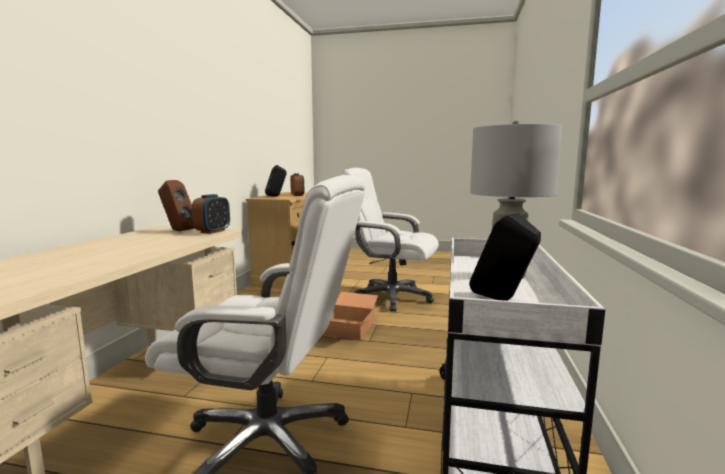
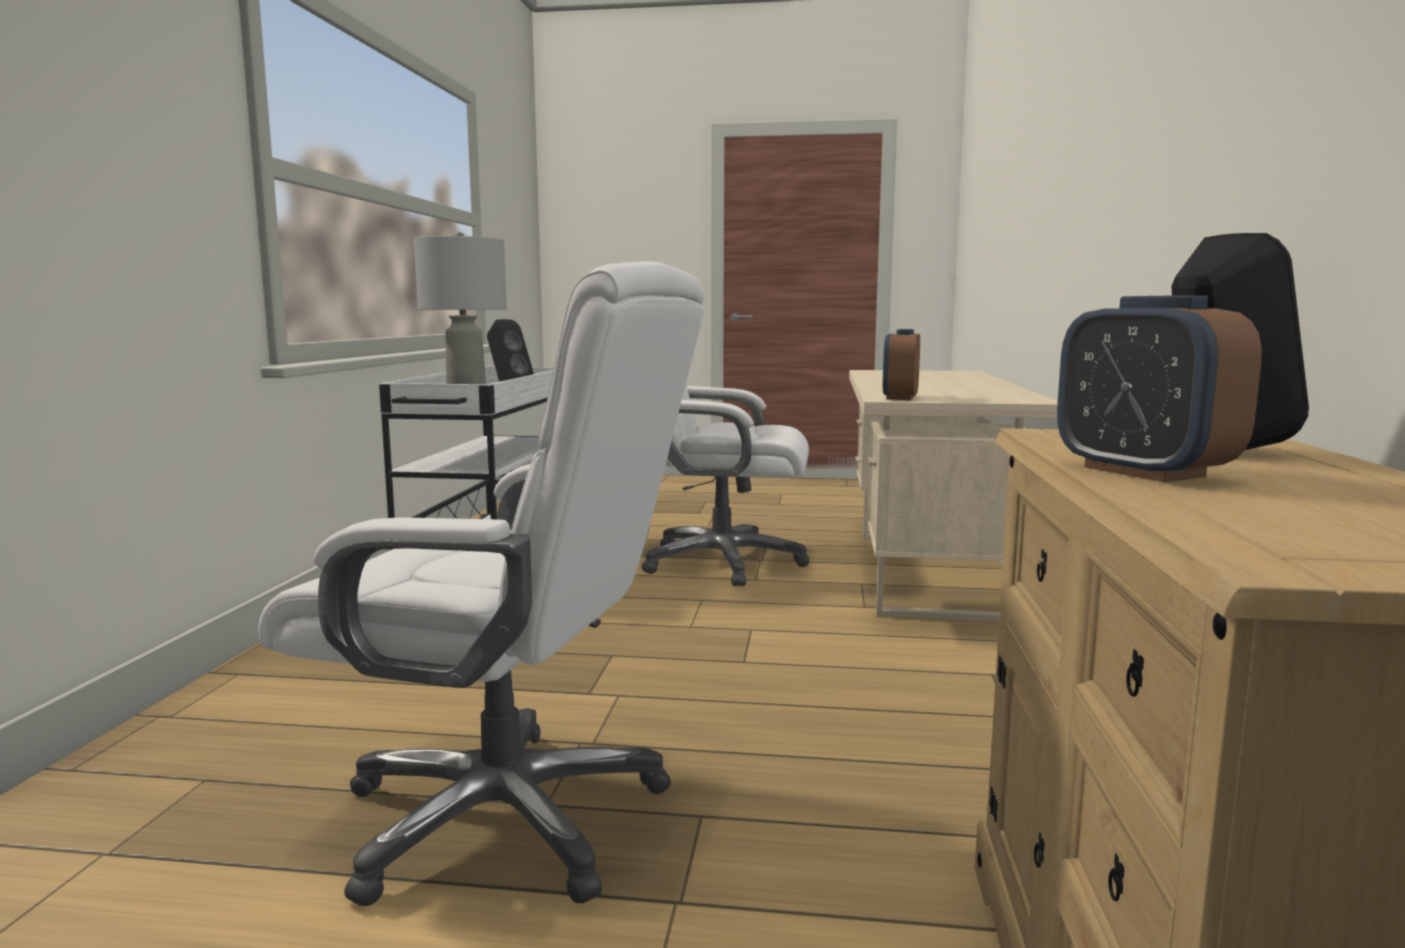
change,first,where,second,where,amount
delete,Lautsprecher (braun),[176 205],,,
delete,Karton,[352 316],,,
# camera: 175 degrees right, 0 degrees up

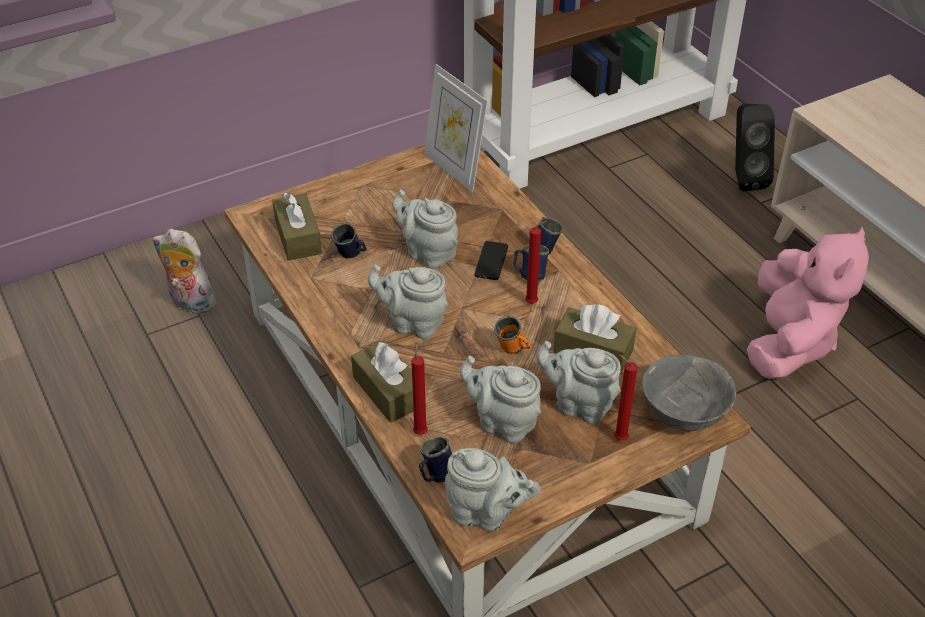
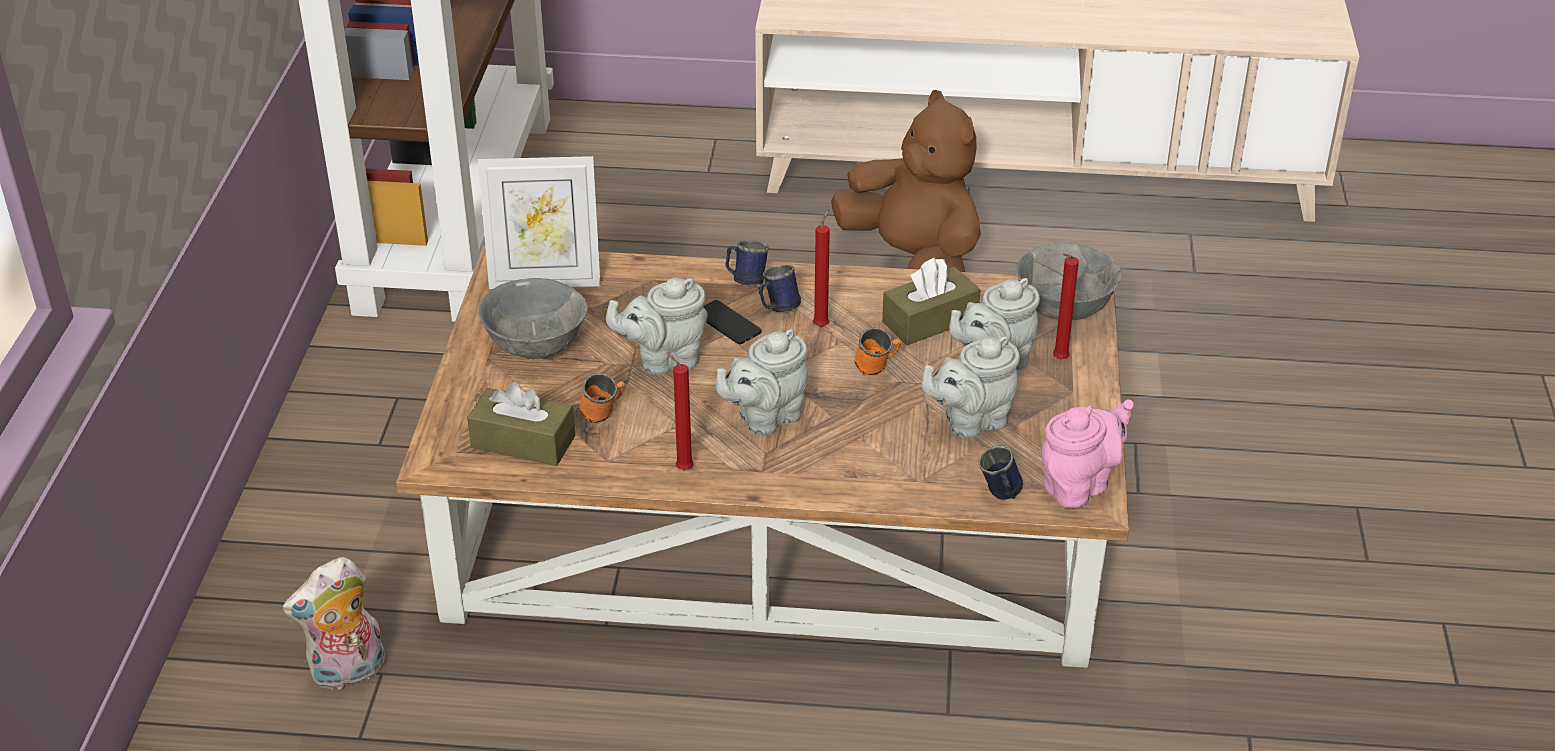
change,first,where,second,where,amount
insert,,,Schüssel (grau),[533 318],
recolor,Henkelbecher (blau),[349 240],Henkelbecher (orange),[602 398],
move,Kerze (rot),[419 388],,[680 411],
recolor,Plüschtier (rosa),[808 303],Plüschtier (braun),[906 181],
recolor,Teekanne (grau),[492 489],Teekanne (rosa),[1087 453],
delete,Taschentuchbox (braun),[382 381],,,
delete,Lautsprecher (schwarz),[755 148],,,
# camera: 55 degrees left, 5 degrees down

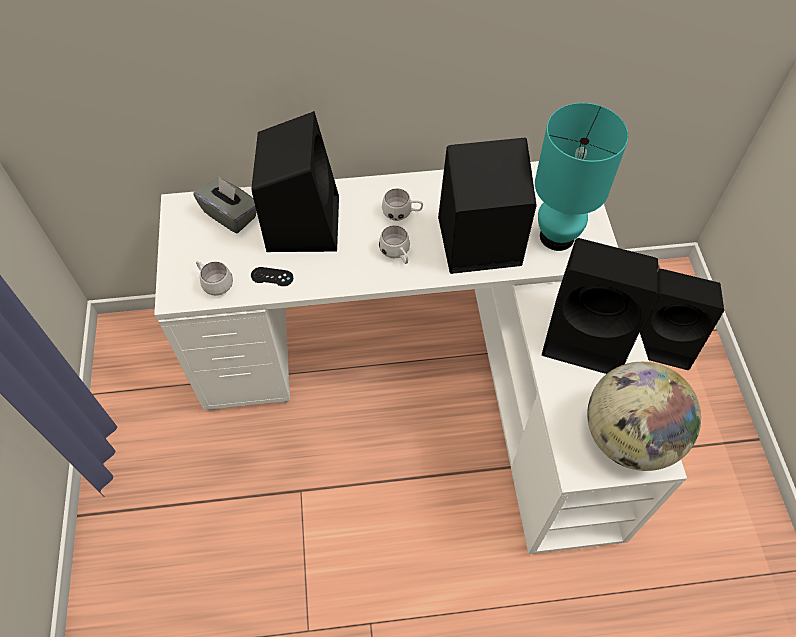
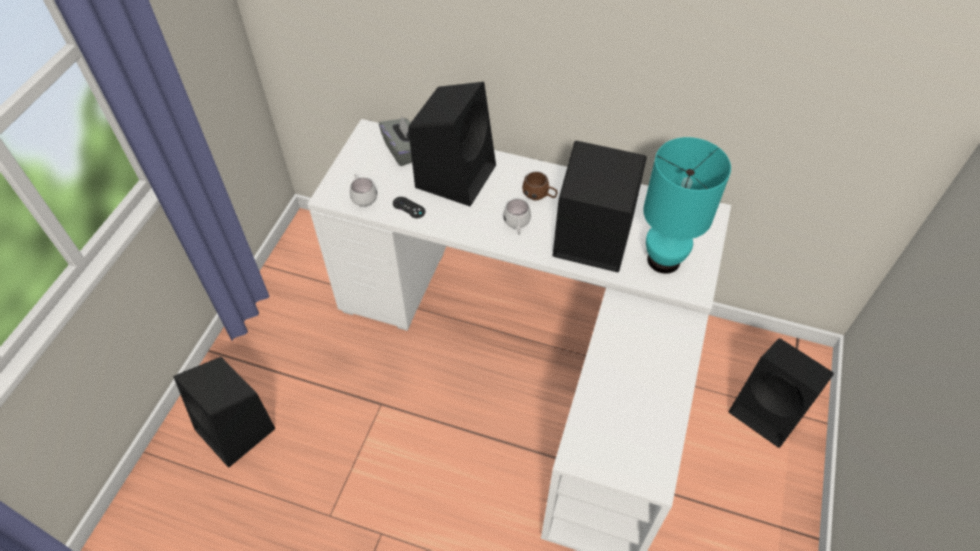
change,first,where,second,where,amount
move,Lautsprecher (schwarz),[600 306],,[224 412],
recolor,Henkelbecher (weiß),[402 204],Henkelbecher (braun),[540 185],
delete,Globus,[644 416],,,
# camera: 25 degrees right, 5 degrees down

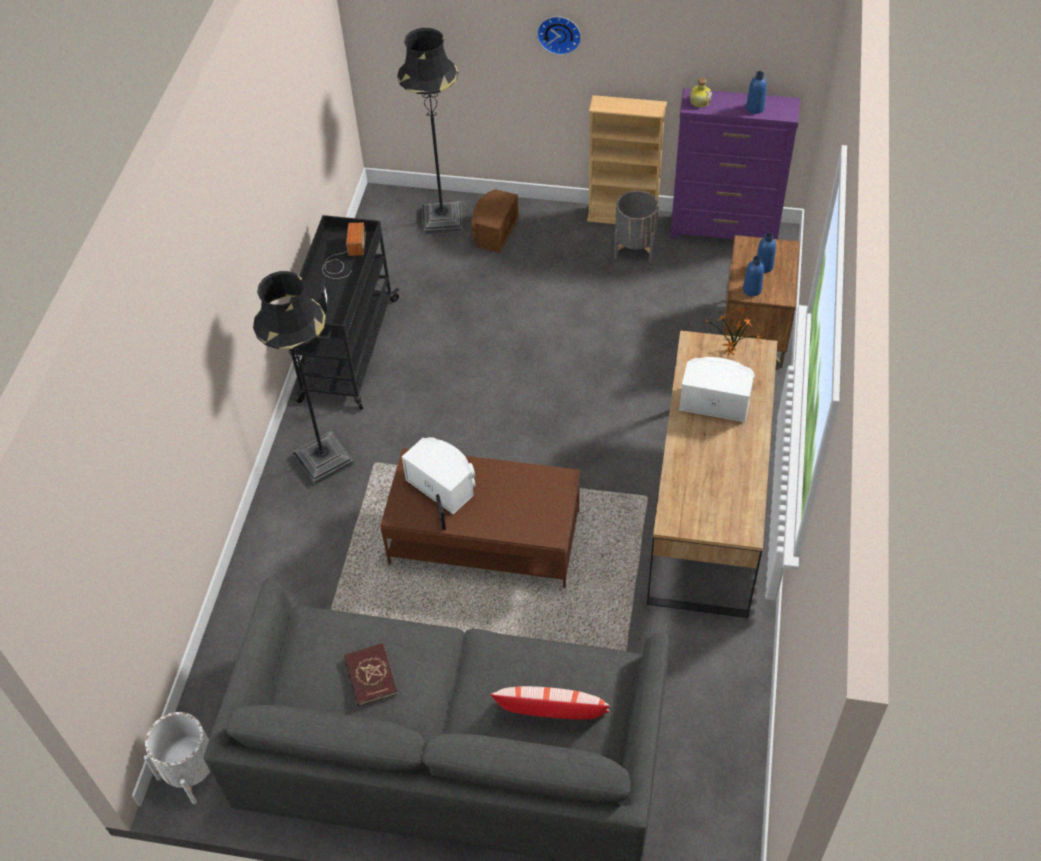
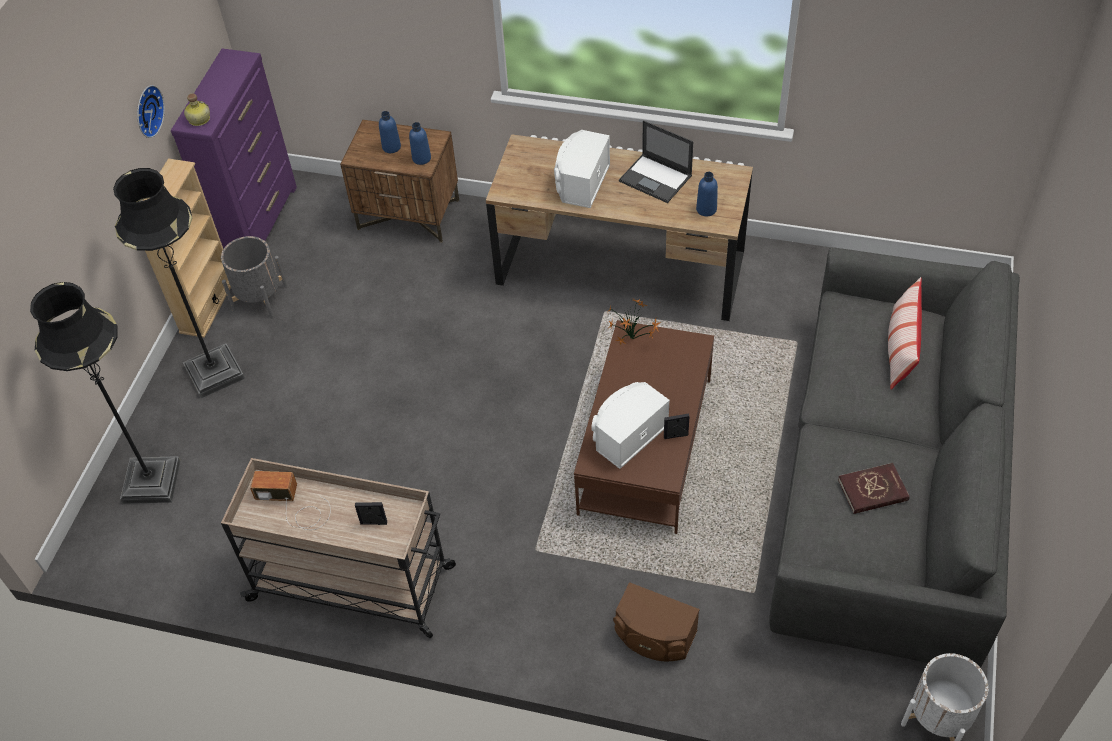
change,first,where,second,where,amount
move,Stehlampe (schwarz),[303 378],,[179 283],
move,Wanduhr,[559 35],,[151 111],
recolor,Rollwagen (schwarz),[344 312],Rollwagen (beige),[338 548],
move,Topfpflanze,[732 331],,[634 322],
move,Lautsprecher (braun),[495 221],,[656 621],
insert,,,Laptop,[656 161],
move,Flasche (blau),[756 92],,[707 194],
# camera: 85 degrees left, 0 degrees up

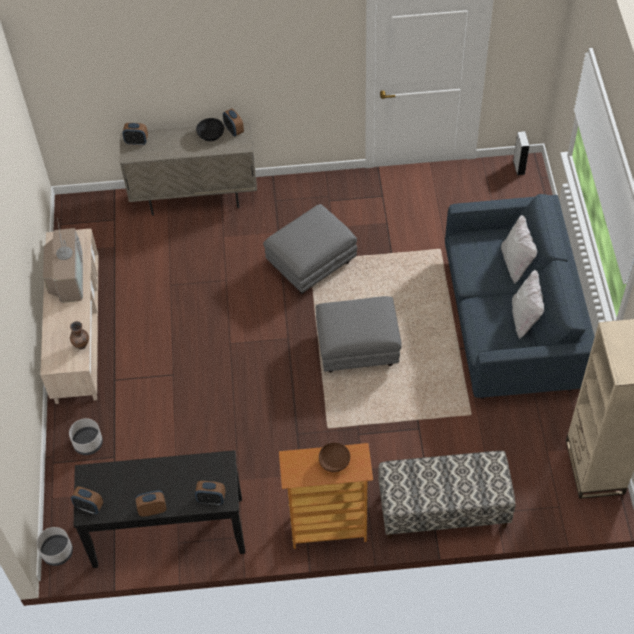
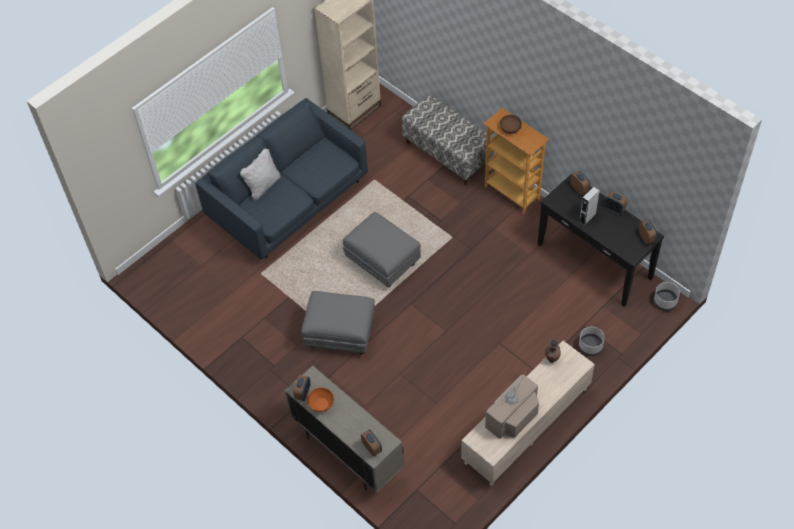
change,first,where,second,where,amount
recolor,Schüssel (schwarz),[210 129],Schüssel (orange),[320 399],
move,Lautsprecher (grau),[521 153],,[589 206],
delete,Kissen (weiß),[528 304],,,
# camera: 130 degrees left, 0 degrees up

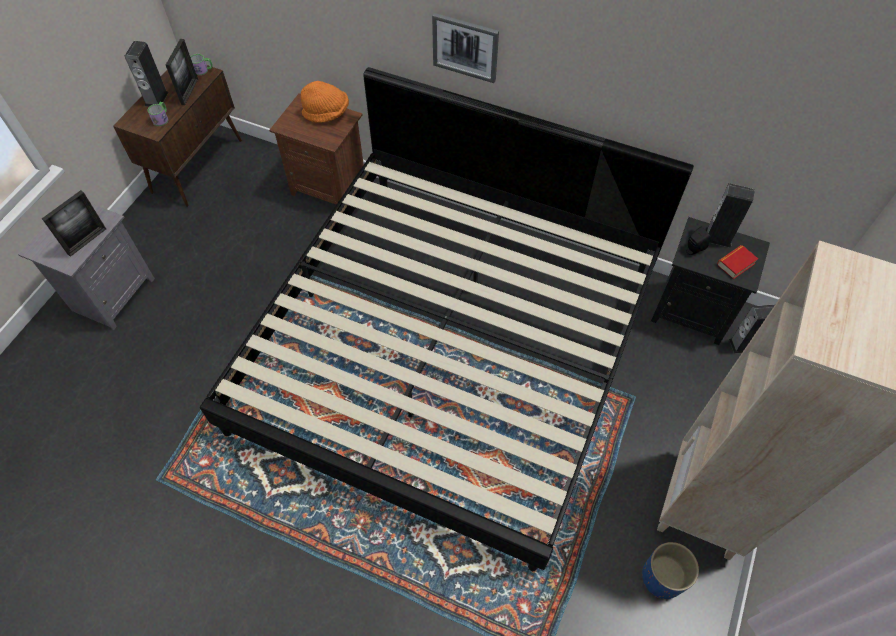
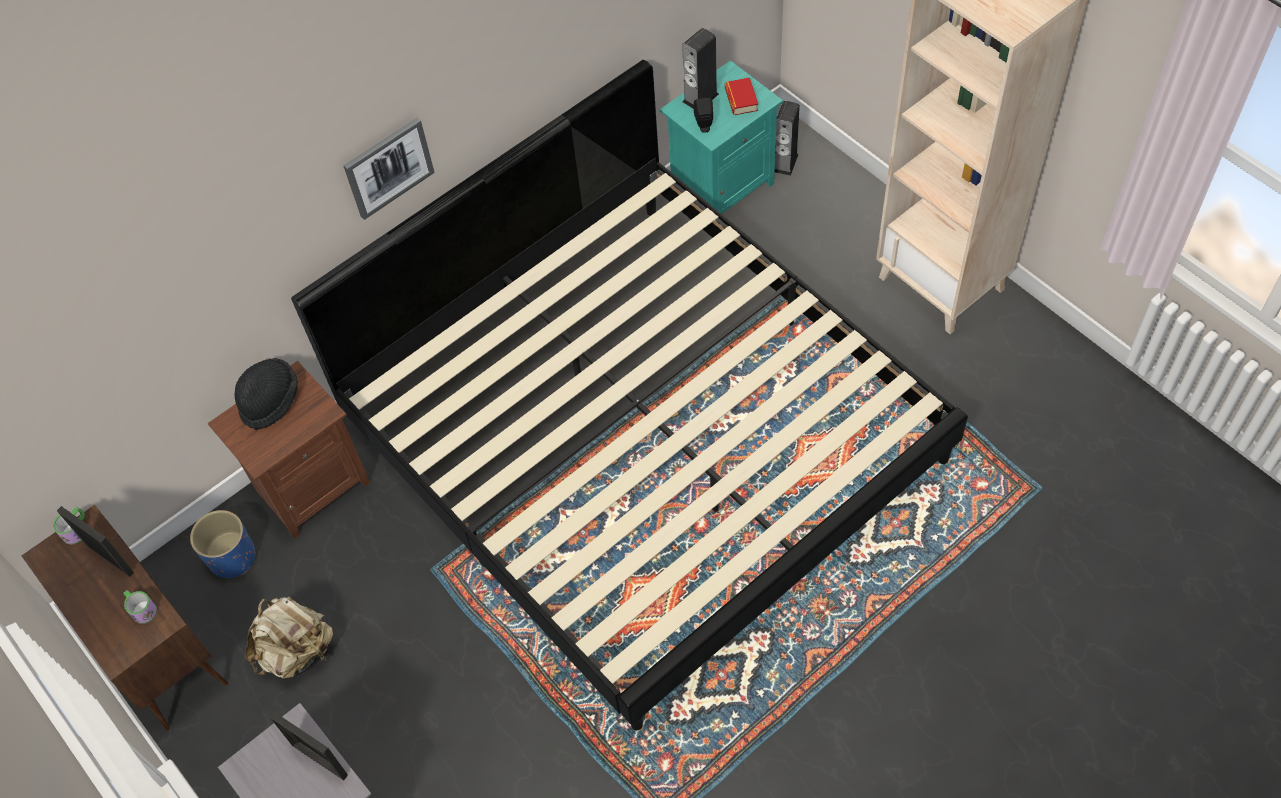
change,first,where,second,where,amount
move,Pflanzkübel (blau),[670 570],,[222 544],
recolor,Hut (orange),[325 102],Hut (schwarz),[266 394],
insert,,,Rucksack (beige),[289 638],
rotate,Bilderrahmen,[74 223],,[309 746],150 degrees clockwise
recolor,Nachttisch (schwarz),[710 281],Nachttisch (türkis),[721 137],
delete,Lautsprecher,[147 74],,,
# camera: 60 degrees left, 0 degrees up

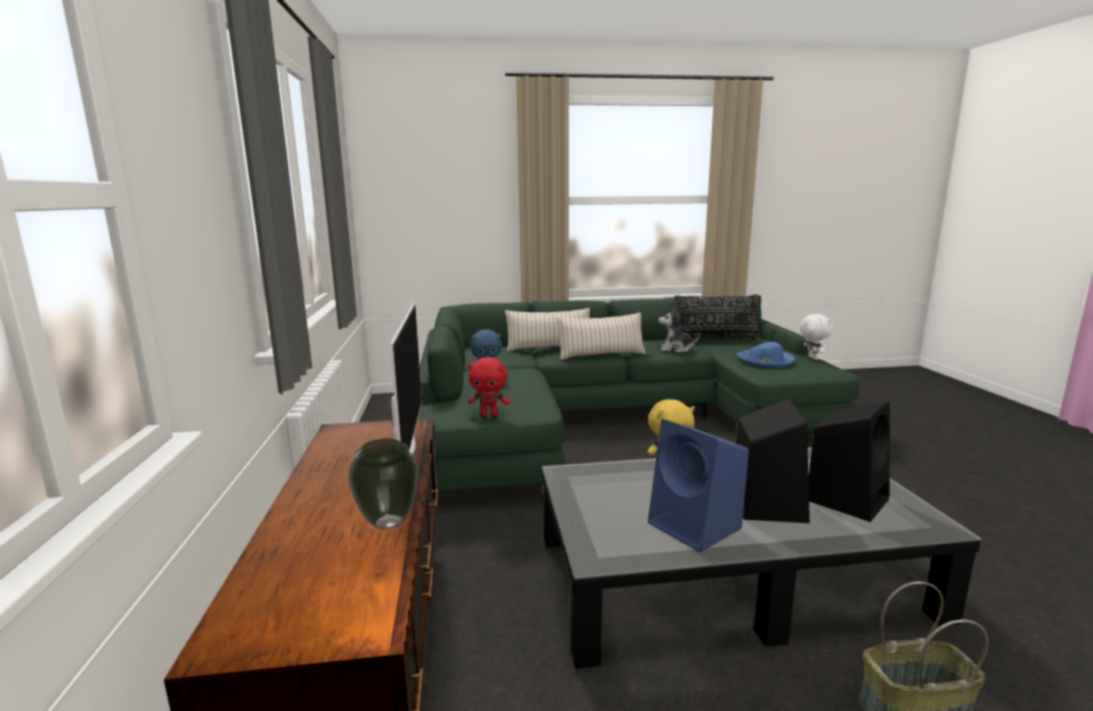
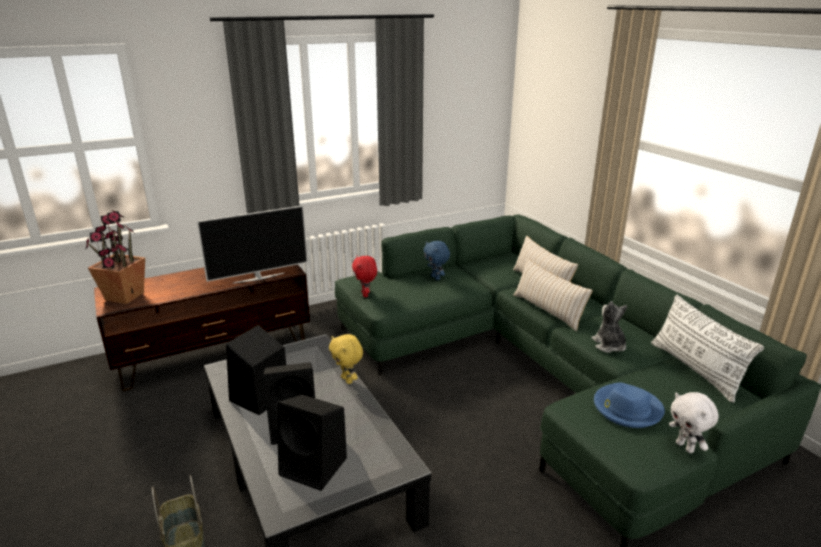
change,first,where,second,where,amount
insert,,,Topfpflanze,[115 257],
recolor,Lautsprecher (blau),[698 485],Lautsprecher (schwarz),[256 370],
recolor,Kissen (schwarz),[717 317],Kissen (weiß),[707 349],
rotate,Plüschtier (weiß),[816 337],,[694 422],90 degrees clockwise
delete,Vase,[383 483],,,
# camera: 70 degrees right, 10 degrees up

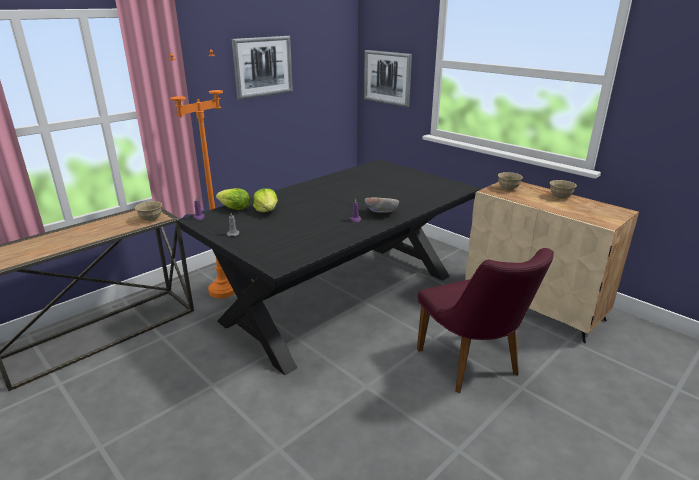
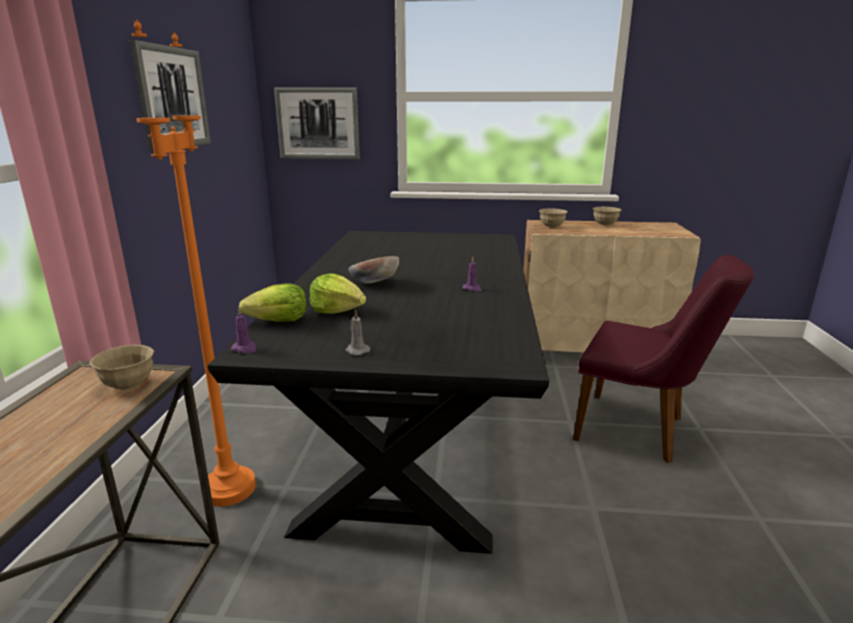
change,first,where,second,where,amount
move,Schüssel,[382 205],,[373 270],
# camera: 40 degrees left, 5 degrees down

